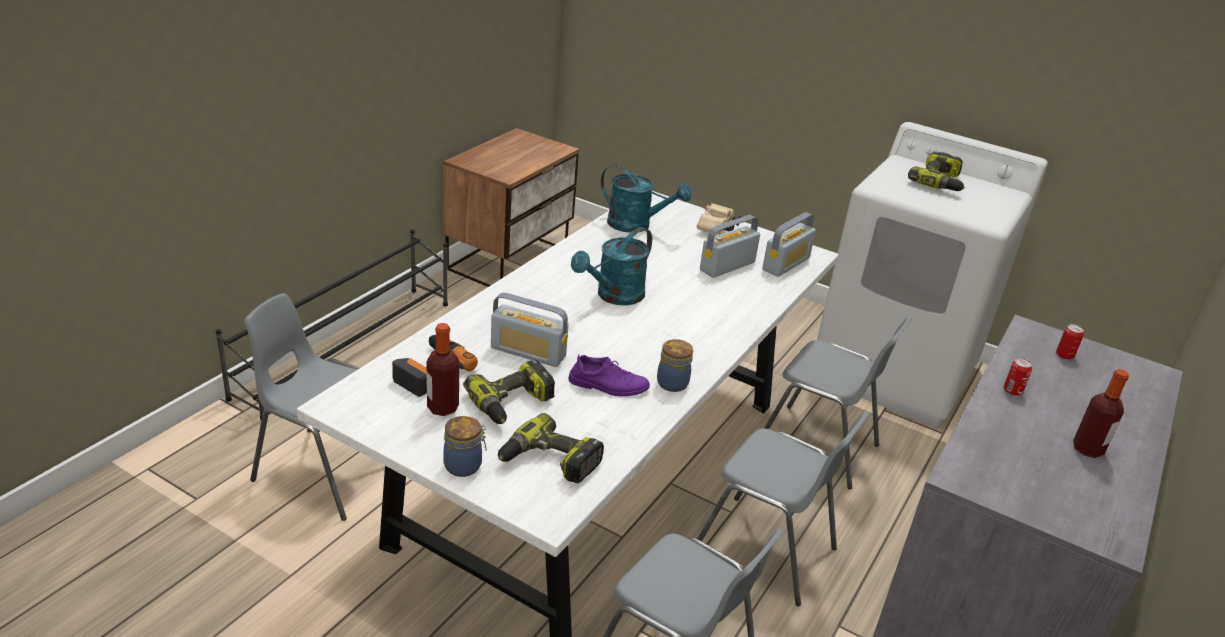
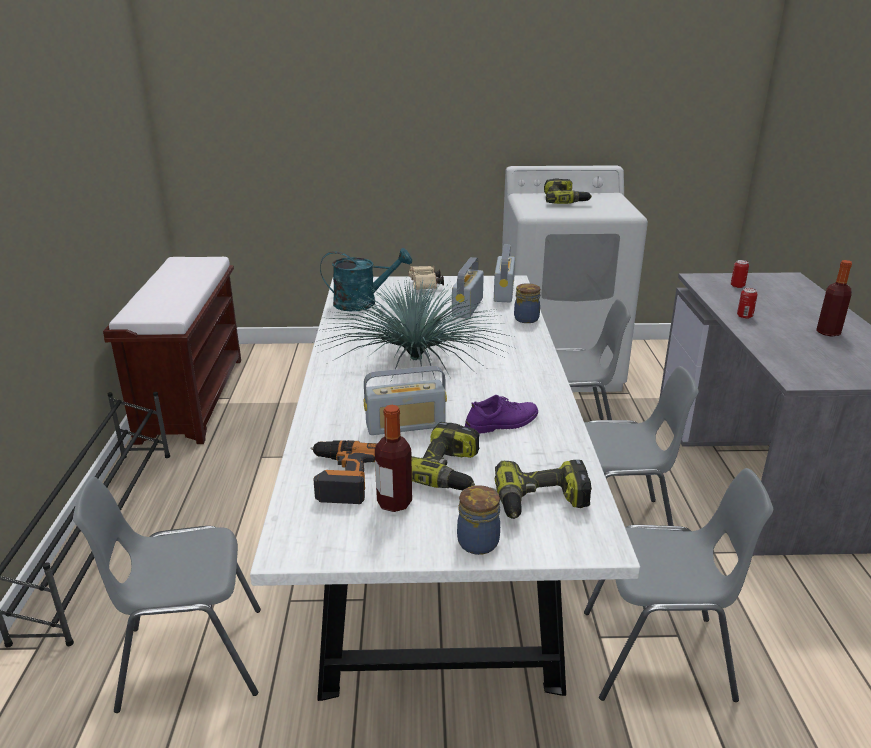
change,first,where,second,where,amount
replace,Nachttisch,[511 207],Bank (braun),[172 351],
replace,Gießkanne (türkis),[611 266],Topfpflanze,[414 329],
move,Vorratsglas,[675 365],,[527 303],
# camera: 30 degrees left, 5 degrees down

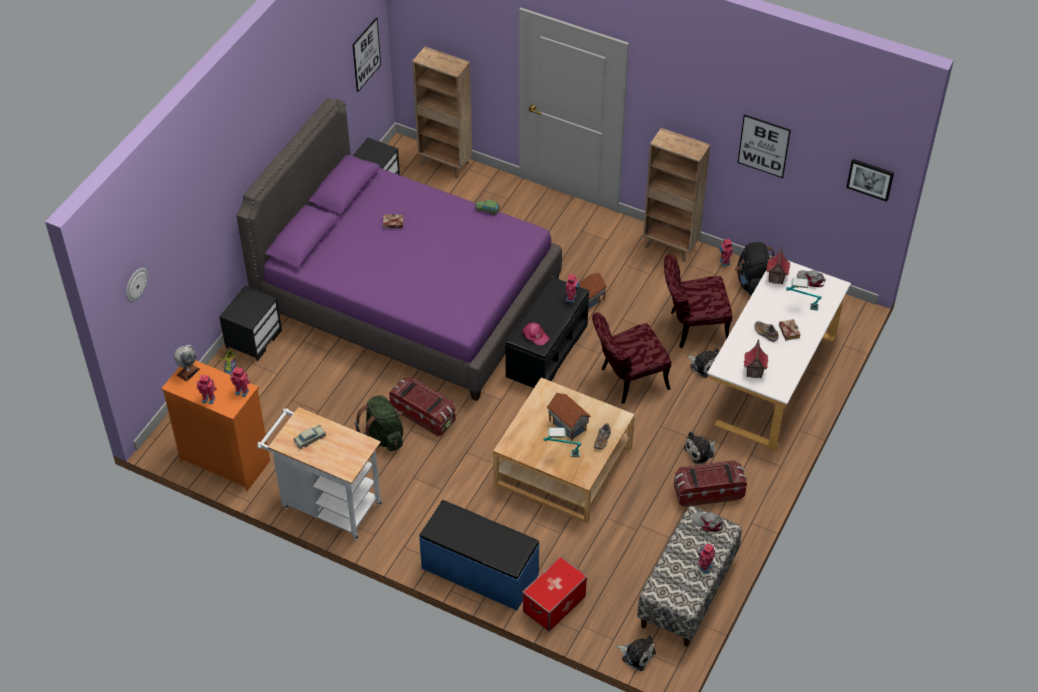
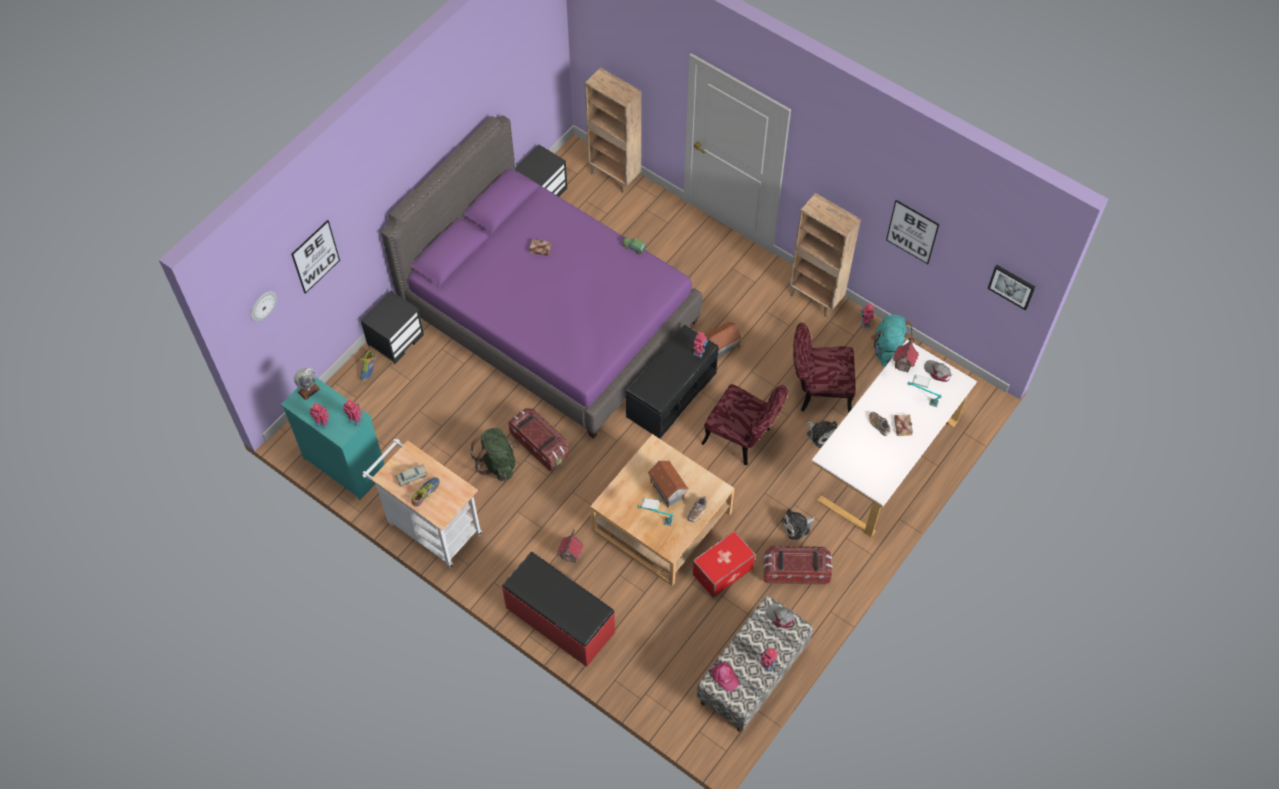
change,first,where,second,where,amount
recolor,Kommode (orange),[215 425],Kommode (türkis),[333 438],
move,Bild,[366 54],,[315 257],
insert,,,Schuh,[426 492],
recolor,Bank (blau),[479 555],Bank (rot),[558 609],
move,Spielzeughaus,[756 358],,[570 546],
move,Aufbewahrungsbox,[554 594],,[724 564],
rotate,Stuhl (rot),[631 358],,[744 424],135 degrees counterclockwise
move,Kappe (rosa),[535 334],,[724 676],
recolor,Rucksack (schwarz),[754 269],Rucksack (türkis),[893 340],
delete,Plüschtier,[636 653],,,
# camera: 10 degrees right, 10 degrees up

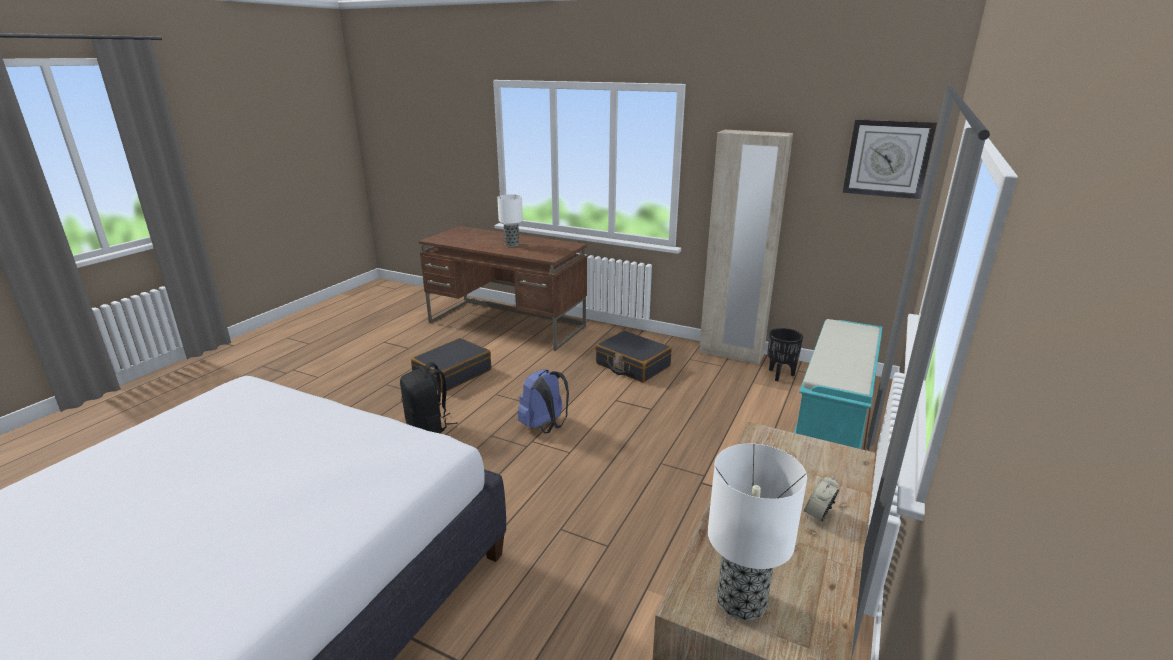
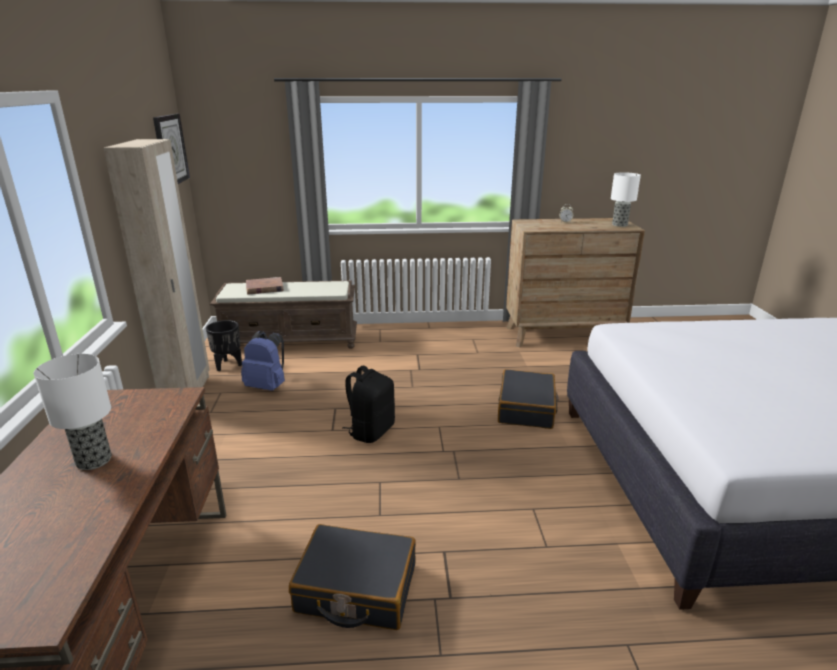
change,first,where,second,where,amount
recolor,Bank (türkis),[838 384],Bank (braun),[283 314],
move,Rucksack (blau),[543 401],,[263 361],
insert,,,Buch (braun),[265 286],
move,Rucksack (schwarz),[429 398],,[368 404],
move,Koffer (schwarz),[633 356],,[528 399],
# camera: 120 degrees left, 0 degrees up

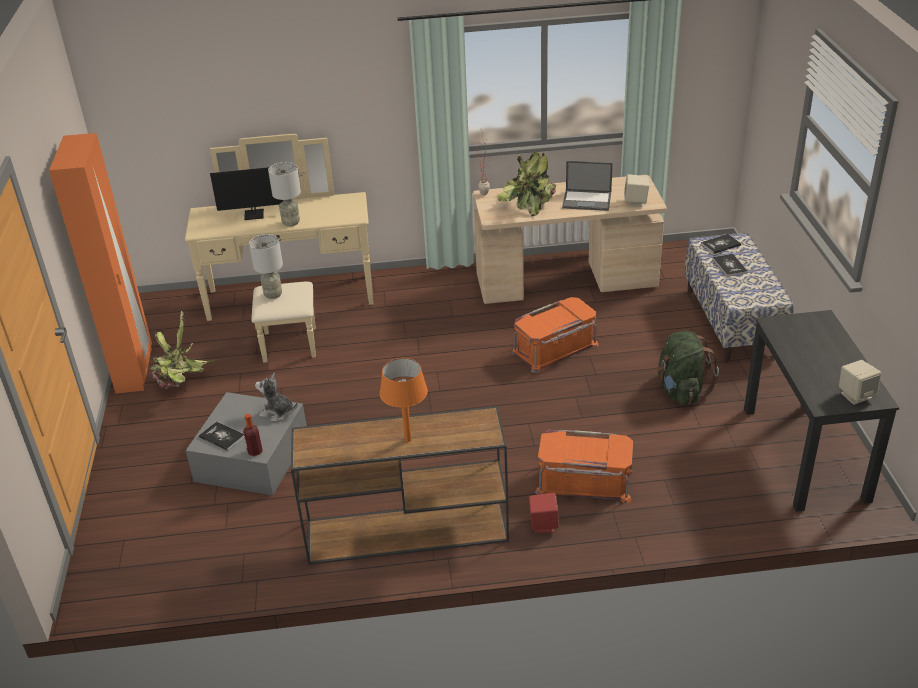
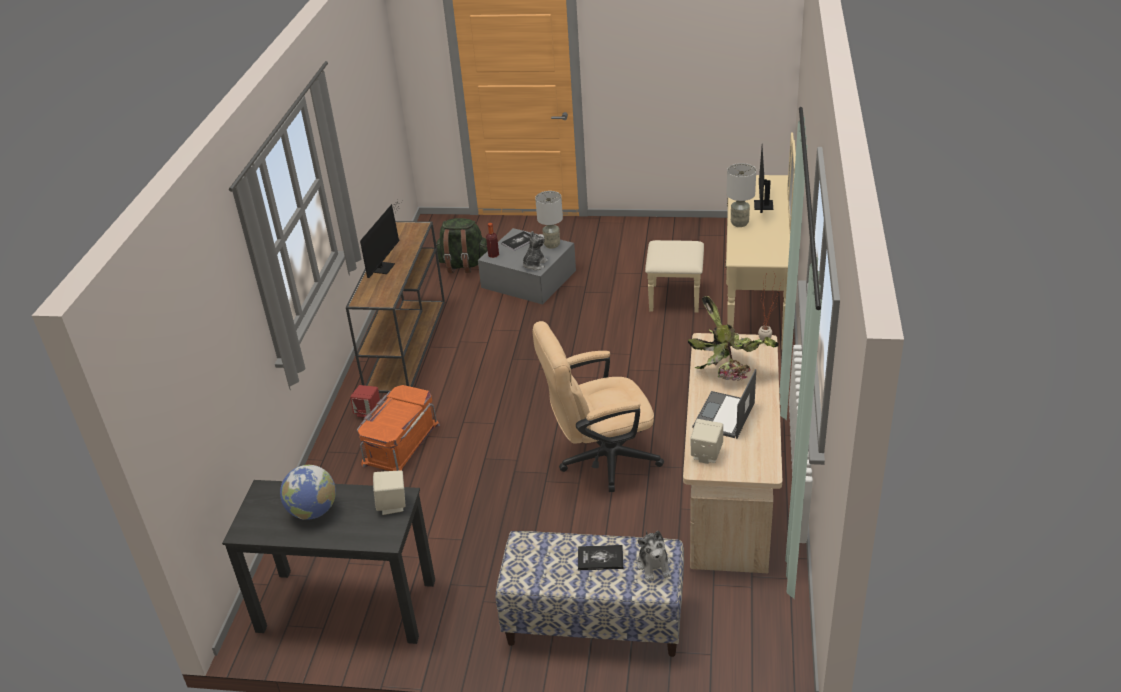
change,first,where,second,where,amount
insert,,,Globus,[308 492],
replace,Tischlampe (orange),[404 400],Monitor,[381 240],
move,Lautsprecher (beige),[860 382],,[389 492],
move,Rucksack (grün),[687 368],,[462 245],
replace,Aufbewahrungsbox (orange),[554 335],Bürostuhl (beige),[598 406],
move,Tischlampe (grau),[266 266],,[549 220],
replace,Buch,[721 244],Plüschtier,[654 556],
delete,Kleiderschrank (orange),[100 263],,,
delete,Topfpflanze,[183 350],,,
# camera: 105 degrees right, 0 degrees up

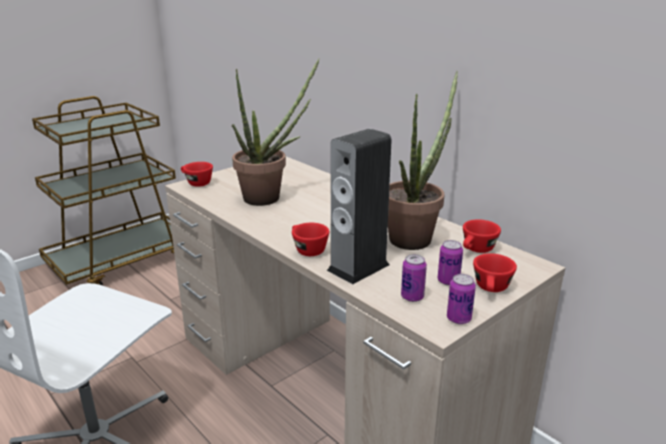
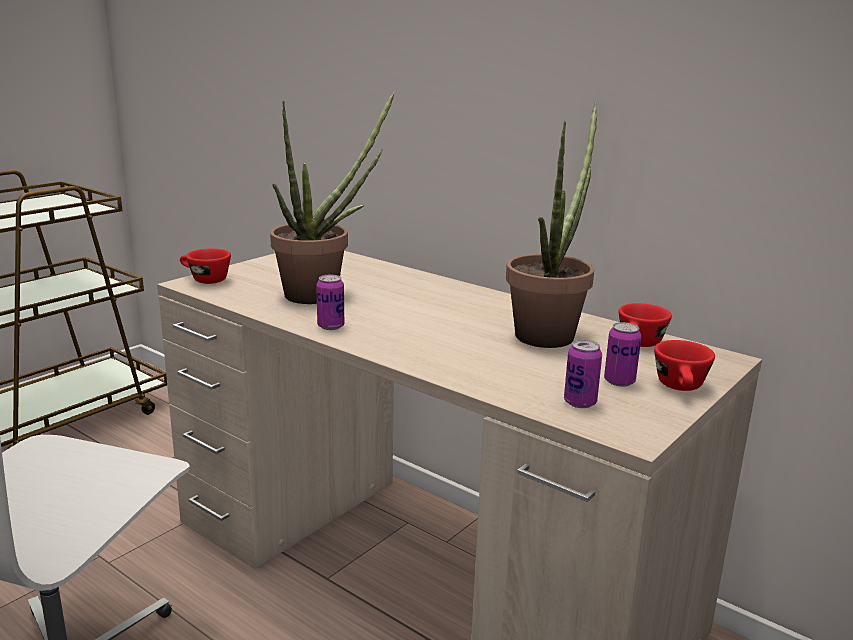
change,first,where,second,where,amount
move,Dose,[461 299],,[330 302],
delete,Tasse (rot),[310 239],,,
delete,Lautsprecher,[359 206],,,
# camera: 10 degrees left, 5 degrees down

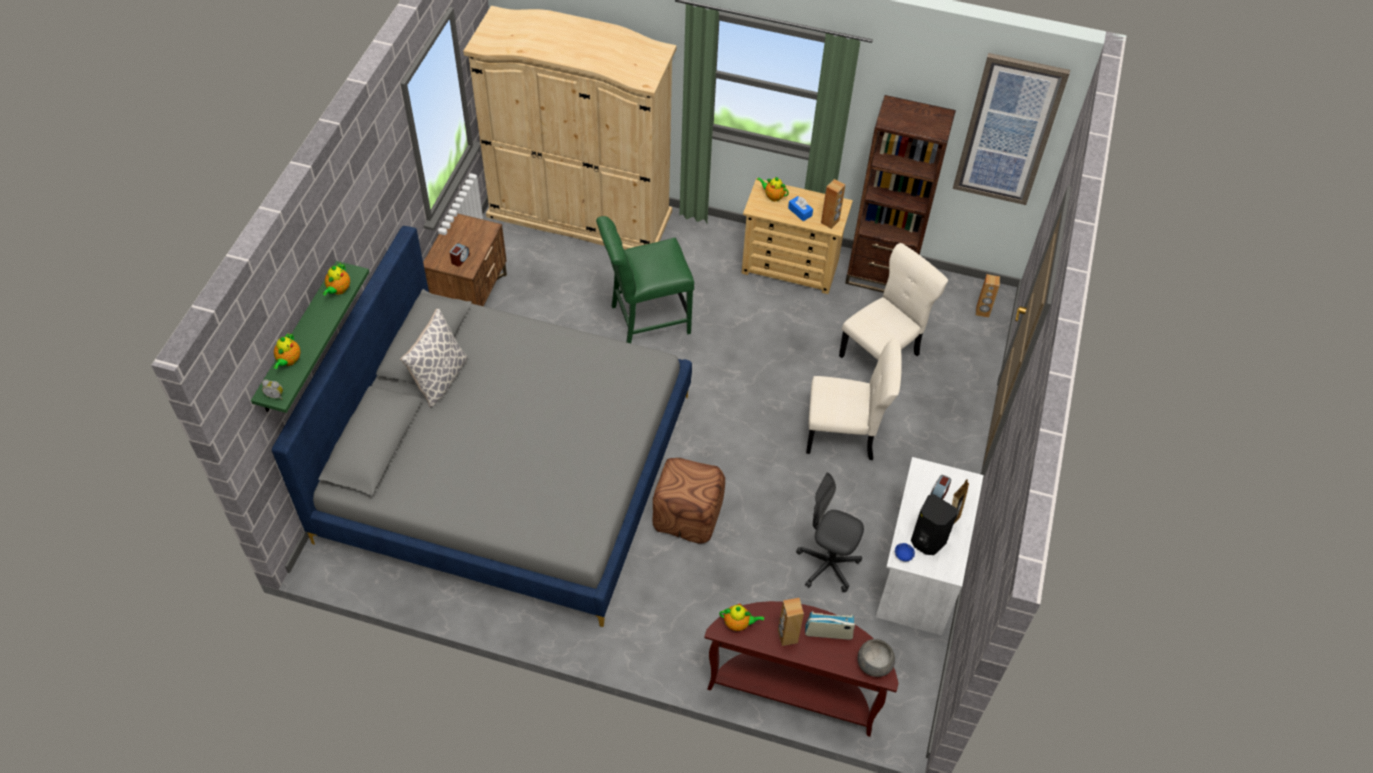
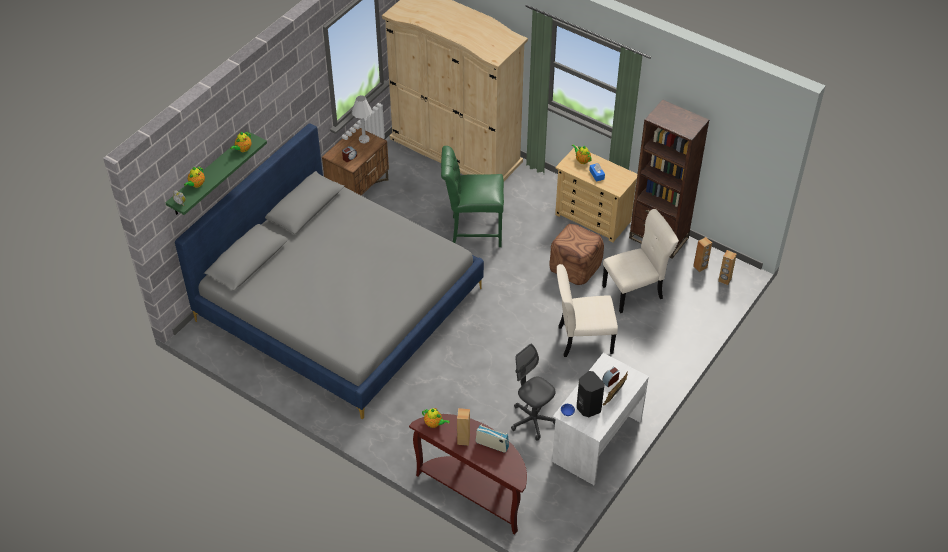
change,first,where,second,where,amount
insert,,,Tischlampe (weiß),[362 119],
move,Polsterhocker (braun),[689 501],,[576 254],
rotate,Stuhl (beige),[854 399],,[587 310],150 degrees clockwise
move,Lautsprecher (braun),[833 204],,[702 254],
delete,Kissen,[434 357],,,
delete,Schüssel (grau),[876 658],,,
delete,Bild,[1011 129],,,
# camera: 20 degrees right, 5 degrees down

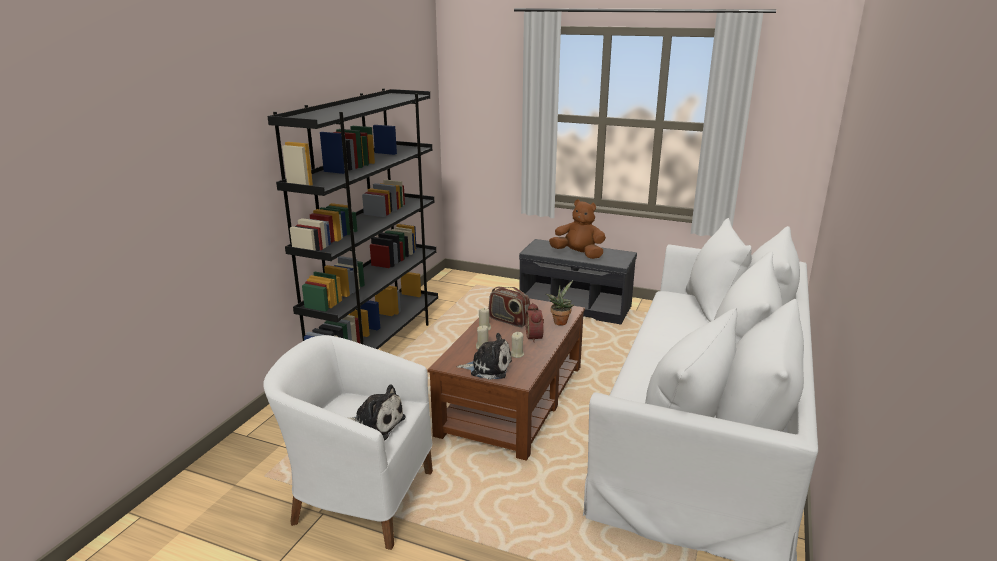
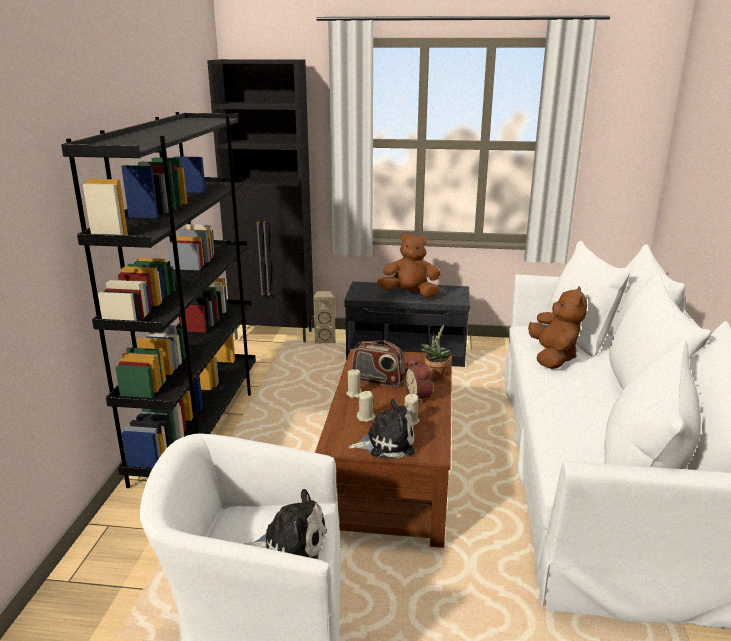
change,first,where,second,where,amount
insert,,,Schrank (schwarz),[260 200],
insert,,,Lautsprecher (beige),[324 317],
insert,,,Plüschtier (braun),[557 327],
# camera: 15 degrees left, 0 degrees up

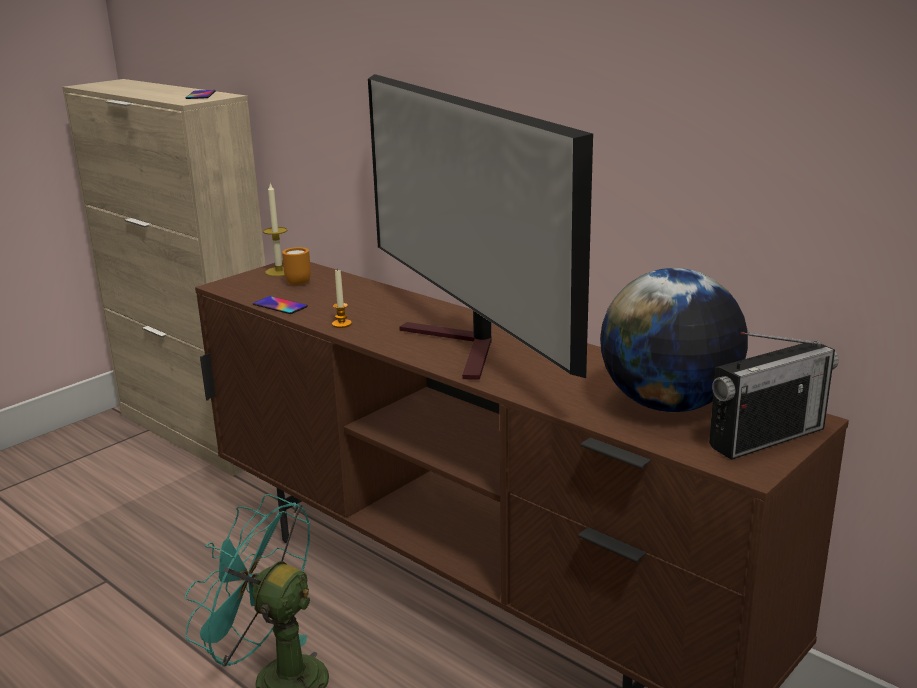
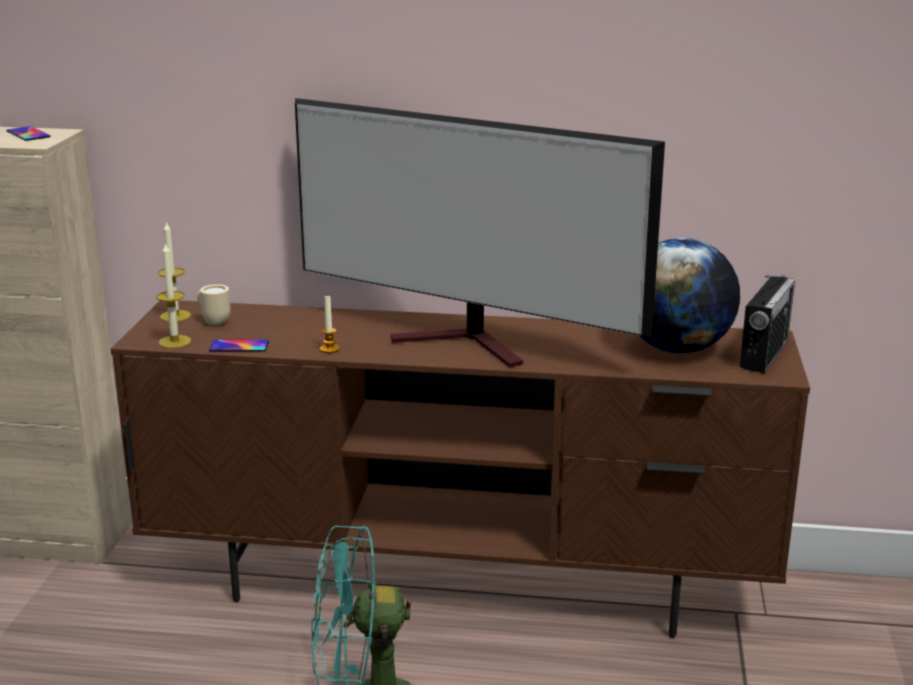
change,first,where,second,where,amount
insert,,,Kerze,[173 295],
recolor,Henkelbecher (orange),[296 266],Henkelbecher (beige),[214 305],
# camera: 35 degrees left, 0 degrees up

